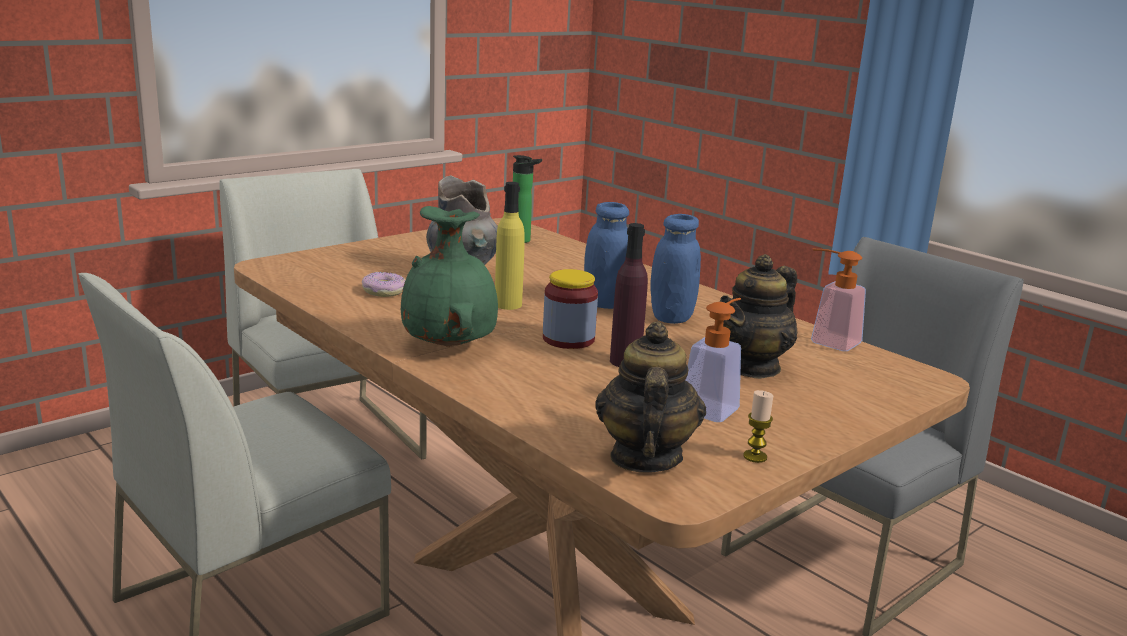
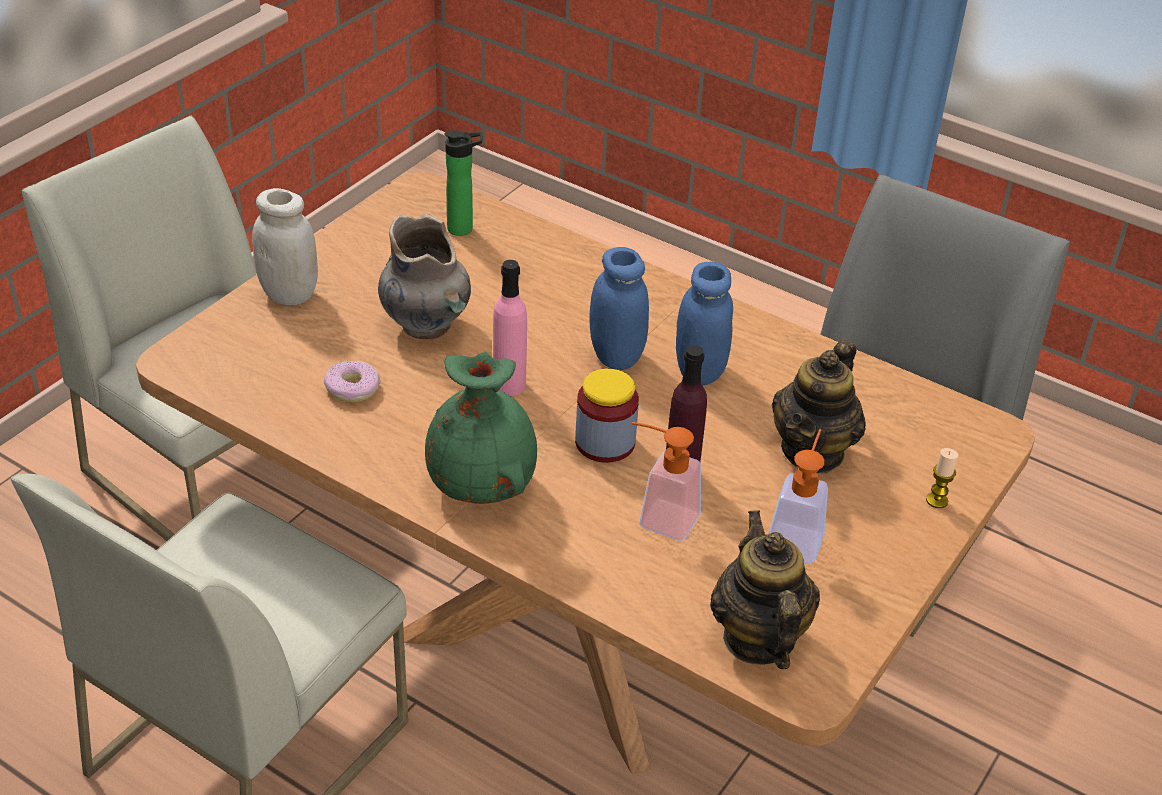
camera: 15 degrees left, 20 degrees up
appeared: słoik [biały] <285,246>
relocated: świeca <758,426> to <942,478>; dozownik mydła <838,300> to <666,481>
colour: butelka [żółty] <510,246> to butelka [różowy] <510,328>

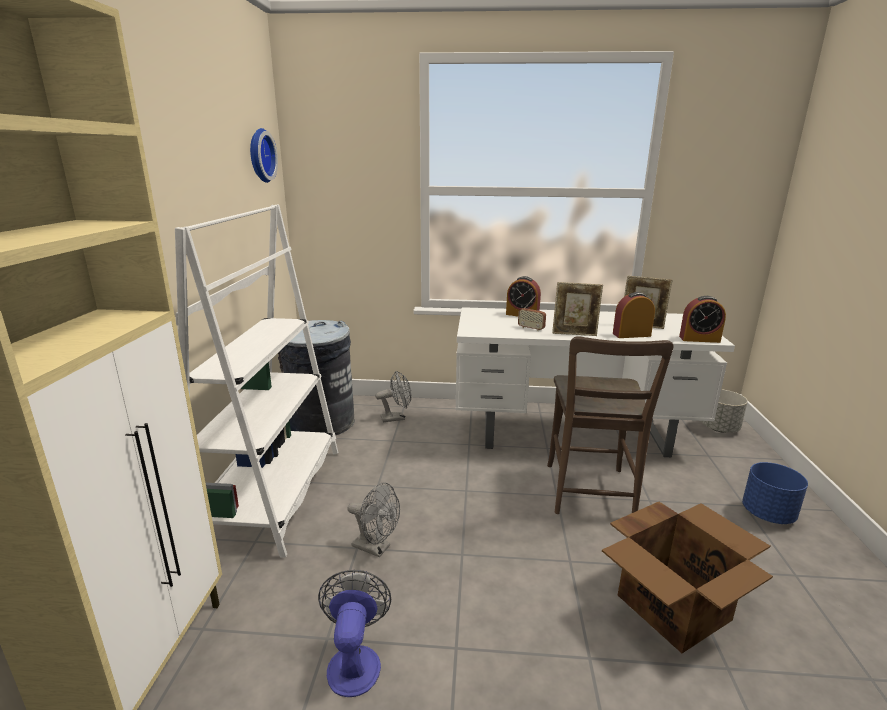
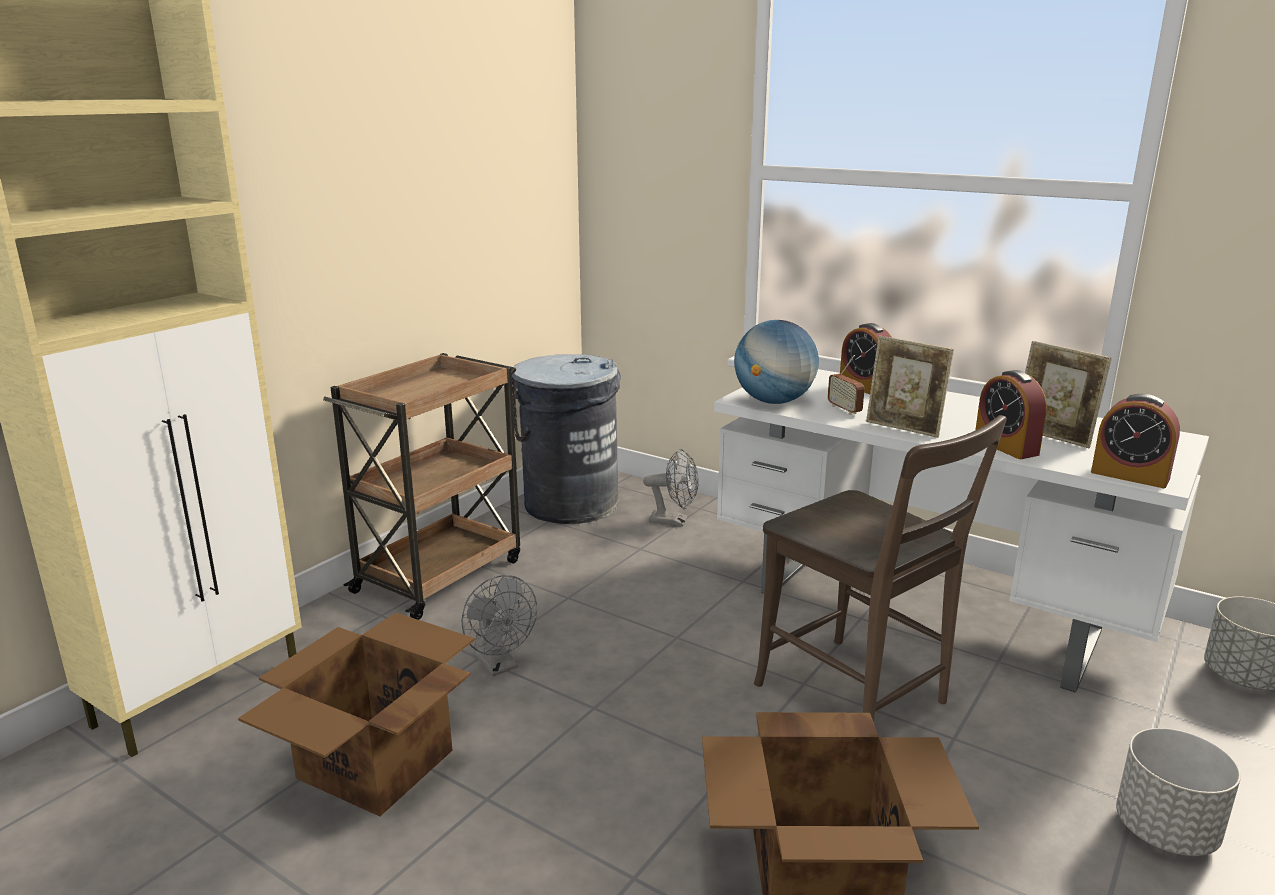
camera: 30 degrees right, 0 degrees up
missing: zegar ścienny <264,155>
appeared: globus <776,362>
exchanged: regał [biały] <256,381> to wózek [brązowy] <421,486>; wentylator <354,633> to karton <356,714>
colour: donica [niebieski] <775,493> to donica [szary] <1178,792>
spun: krzesło [brązowy] <610,425> = <880,568> 75 degrees counterclockwise; budzik <634,315> = <1011,414> 135 degrees counterclockwise

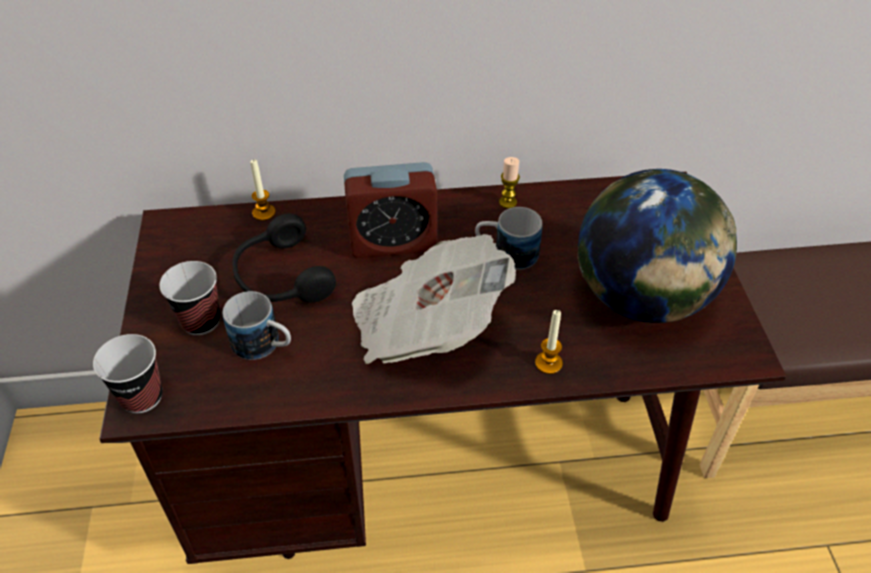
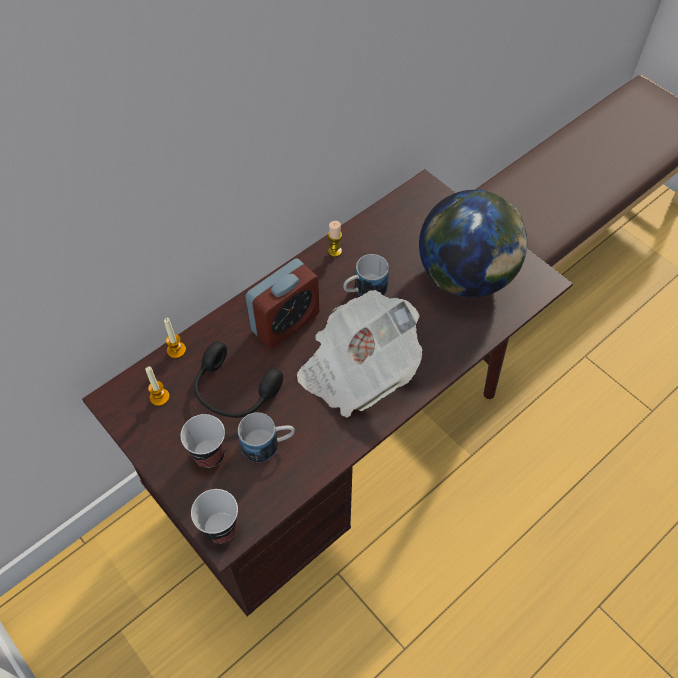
camera: 35 degrees left, 10 degrees up
relocated: świeca <549,342> to <158,386>

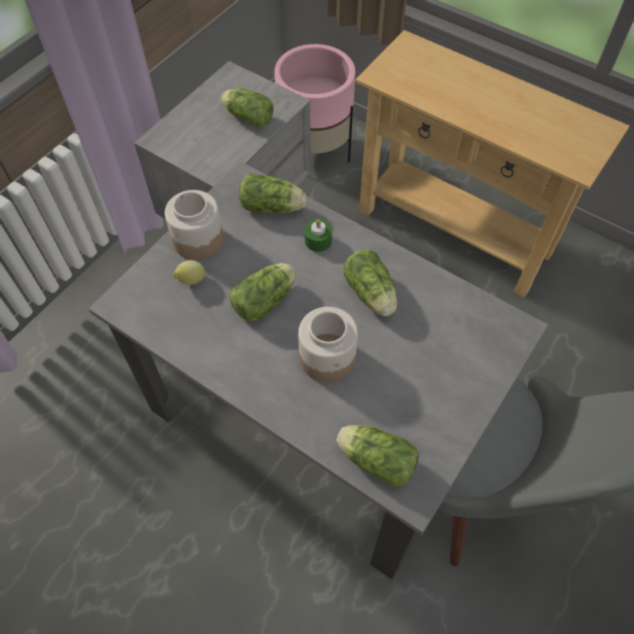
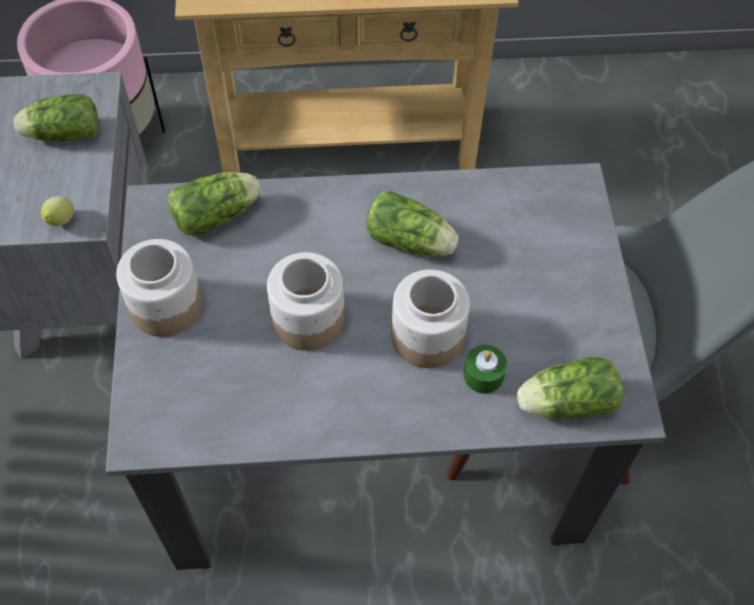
camera: 40 degrees left, 0 degrees up
relocated: cytryna <189,272> to <57,211>; świeca [zielony] <318,235> to <485,369>
exchanged: sałata <262,292> to słoik <305,301>

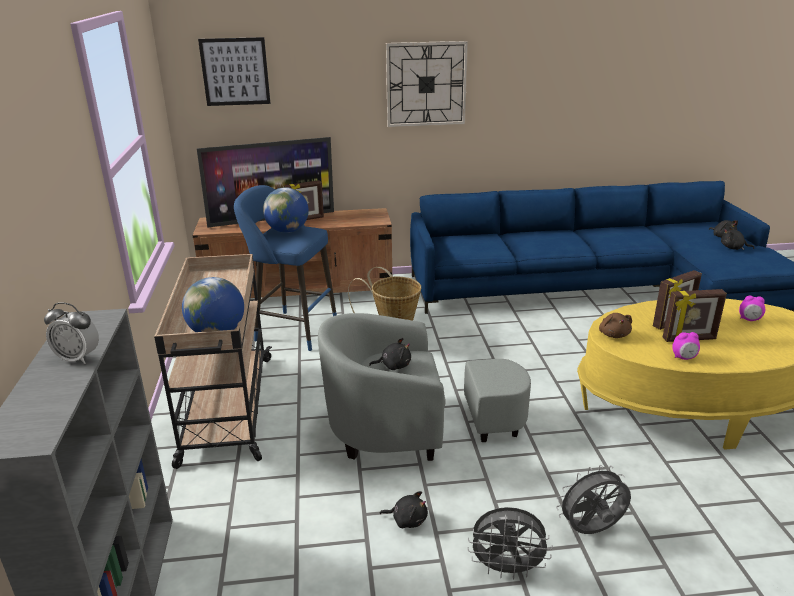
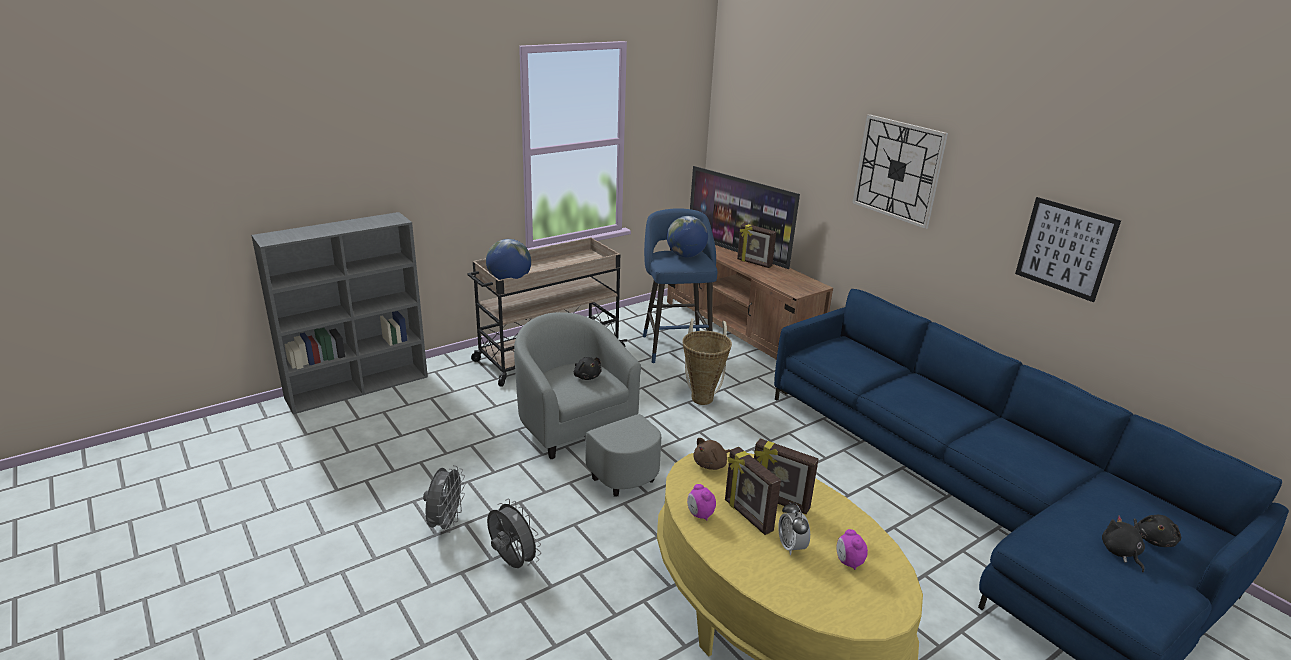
camera: 60 degrees right, 0 degrees up
missing: pluszak [czarny] <404,510>
relocated: budzik <71,333> to <794,528>; obraz <234,71> to <1068,249>
spun: wentylator [szary] <510,543> = <444,499> 150 degrees counterclockwise

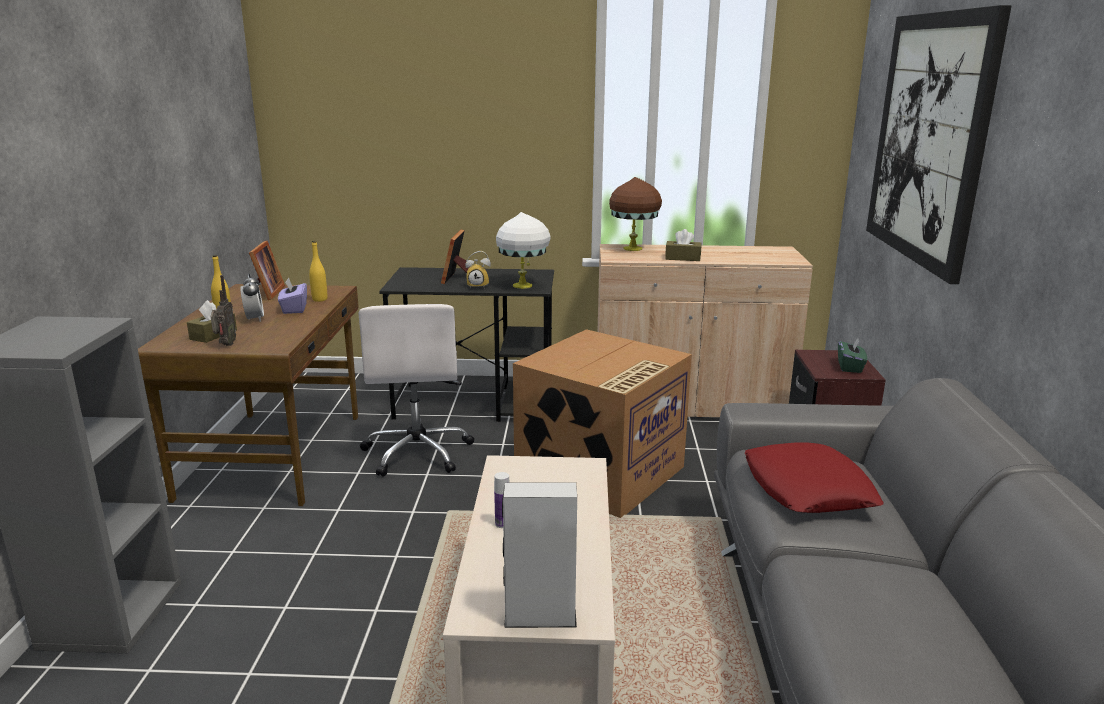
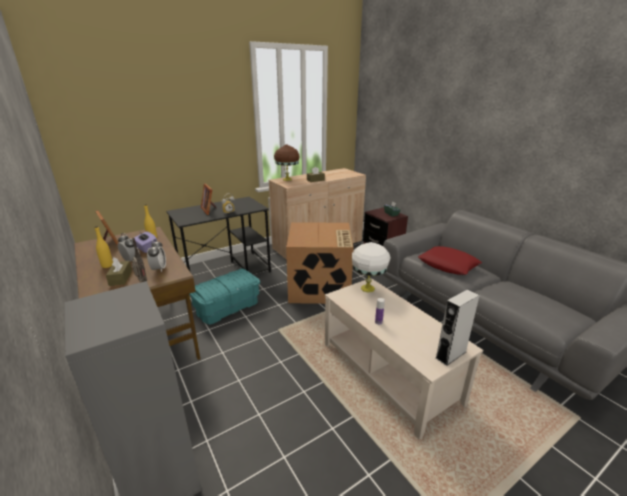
camera: 35 degrees left, 5 degrees up
missing: obraz <939,144>
appeared: budzik <156,255>
relocated: lampa stołowa [biały] <523,250> to <371,267>
exchanged: krzesło biurowe [biały] <416,390> to pojemnik do przechowywania [turkusowy] <224,296>

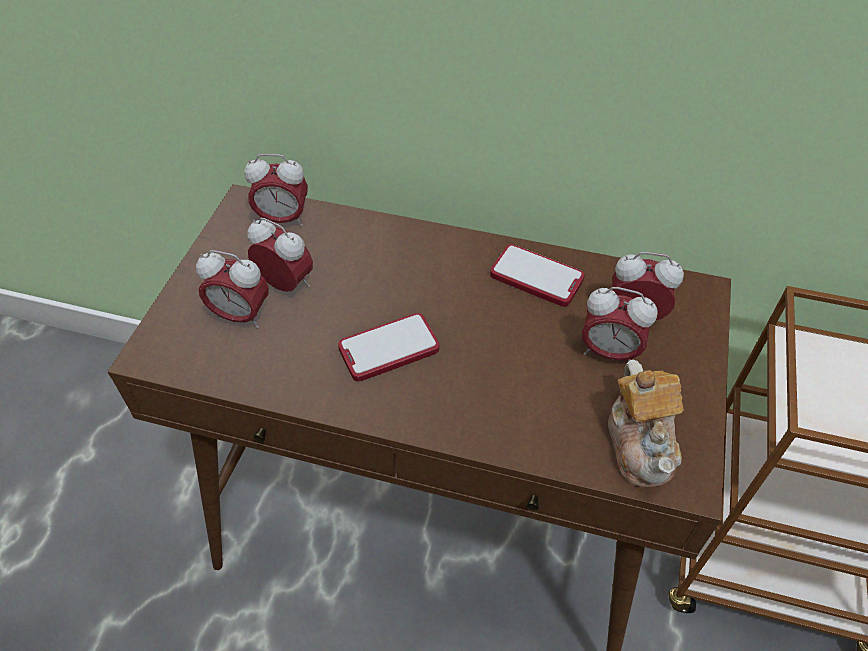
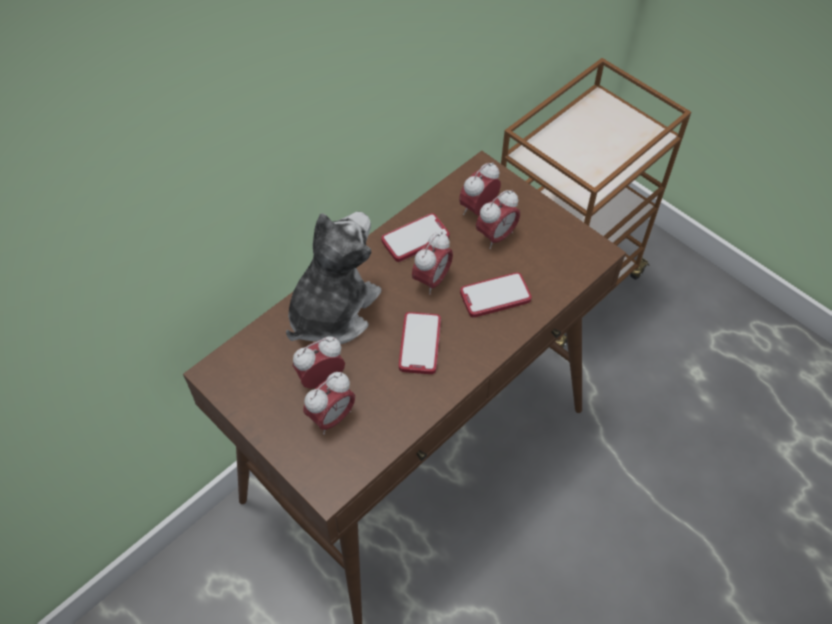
camera: 60 degrees left, 5 degrees up
missing: imbryk <646,423>
appeared: pluszak <334,278>; telefon <496,295>
relocated: budzik <276,190> to <432,263>

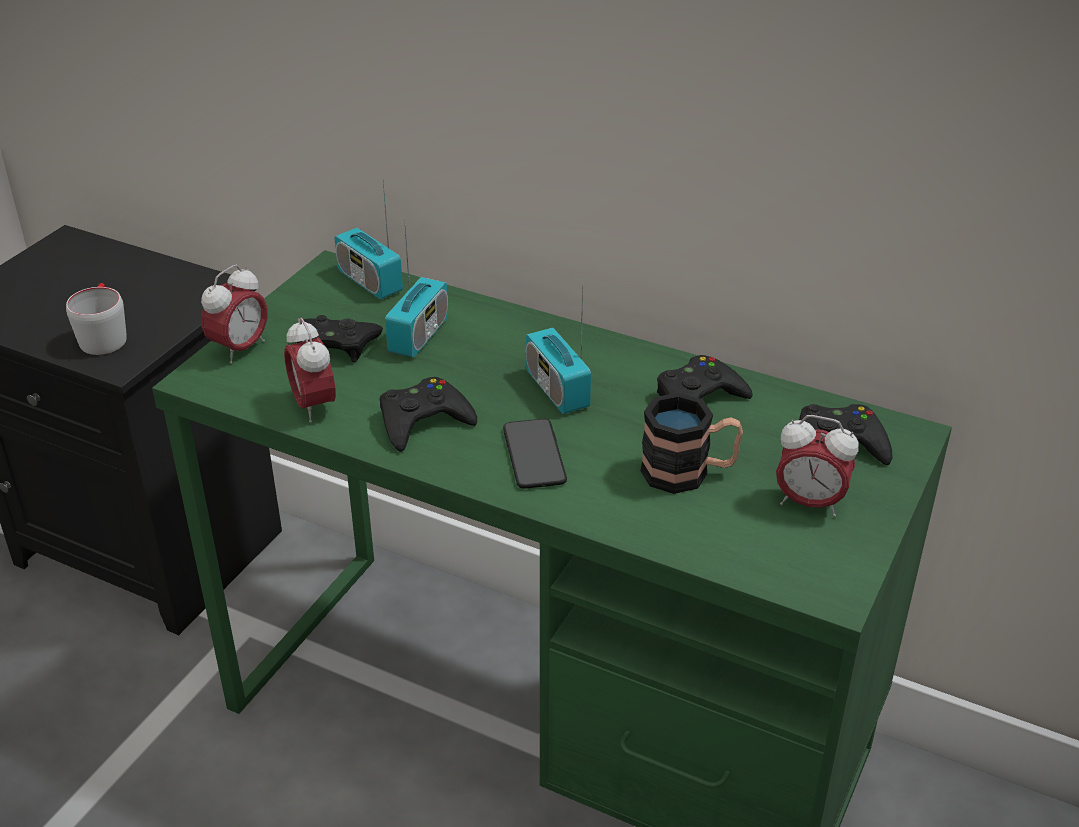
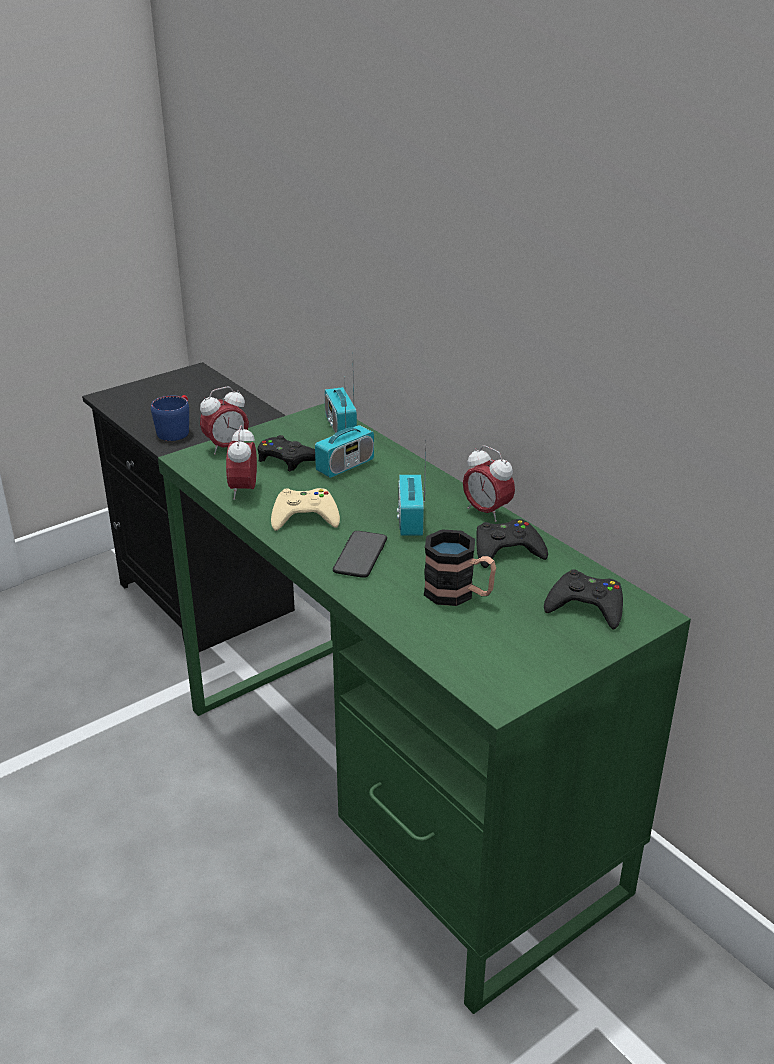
camera: 25 degrees right, 5 degrees down
relocated: budzik <817,466> to <489,484>
colour: kubek [szary] <96,319> to kubek [niebieski] <170,418>; pad do gier [czarny] <428,414> to pad do gier [beżowy] <305,509>

